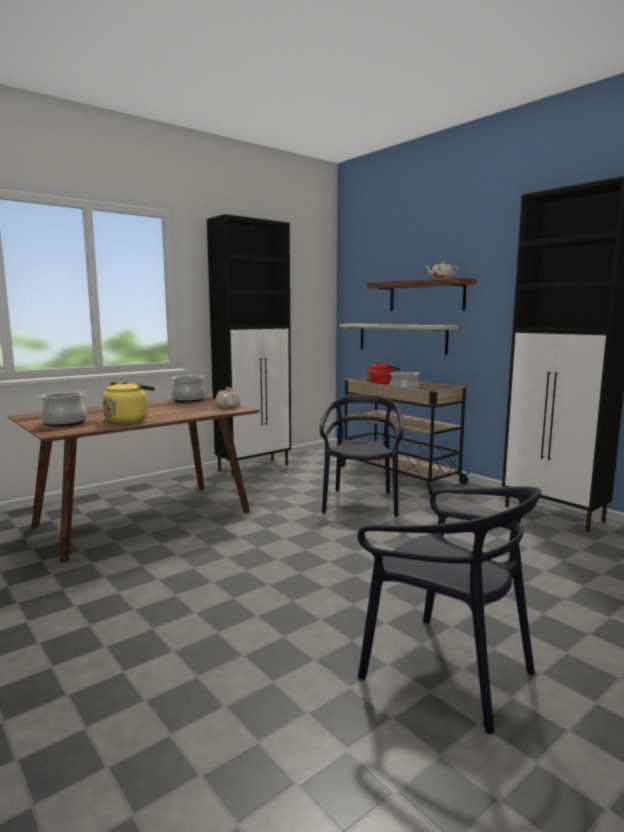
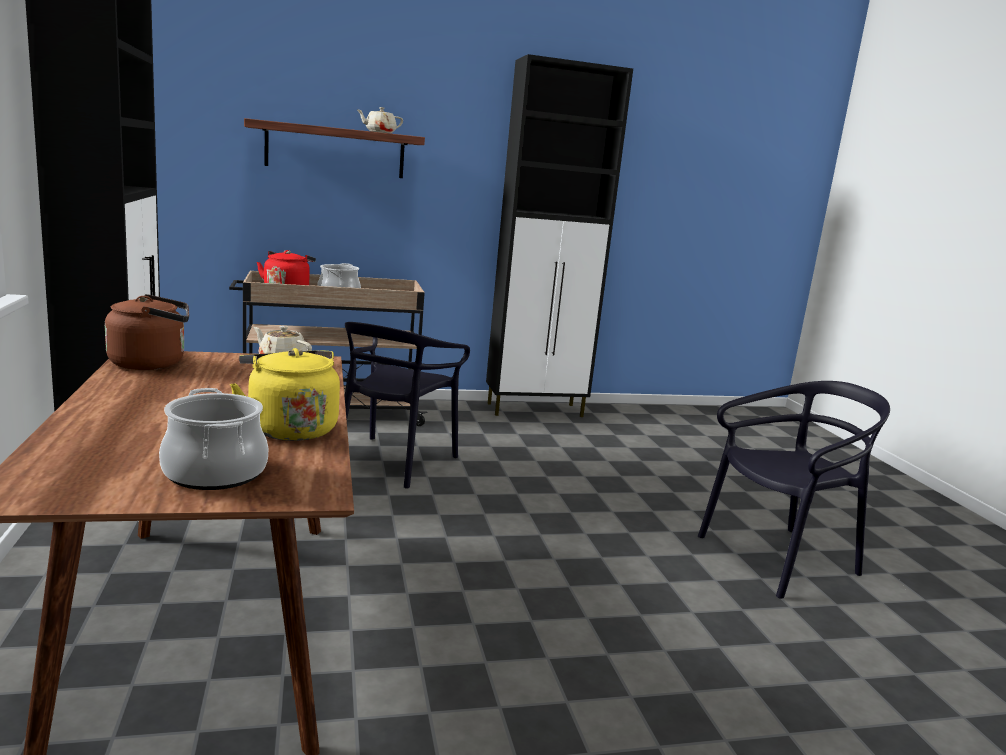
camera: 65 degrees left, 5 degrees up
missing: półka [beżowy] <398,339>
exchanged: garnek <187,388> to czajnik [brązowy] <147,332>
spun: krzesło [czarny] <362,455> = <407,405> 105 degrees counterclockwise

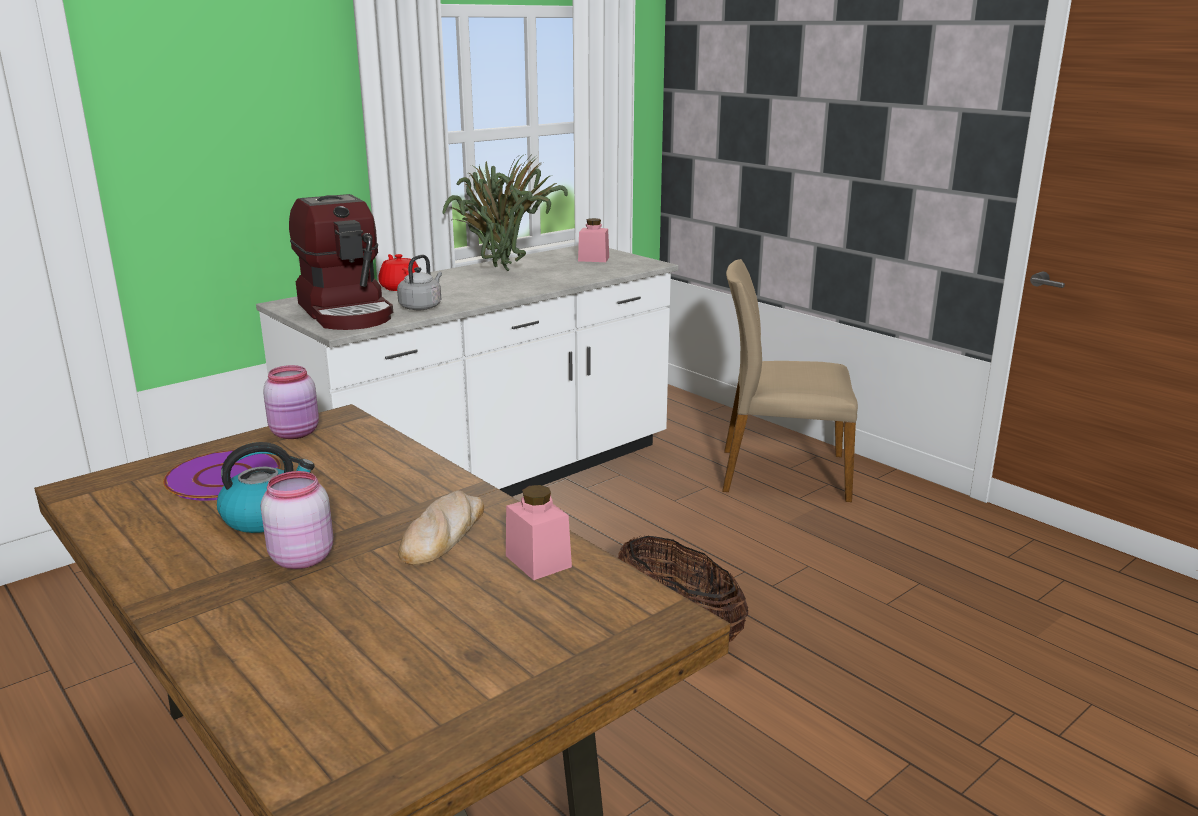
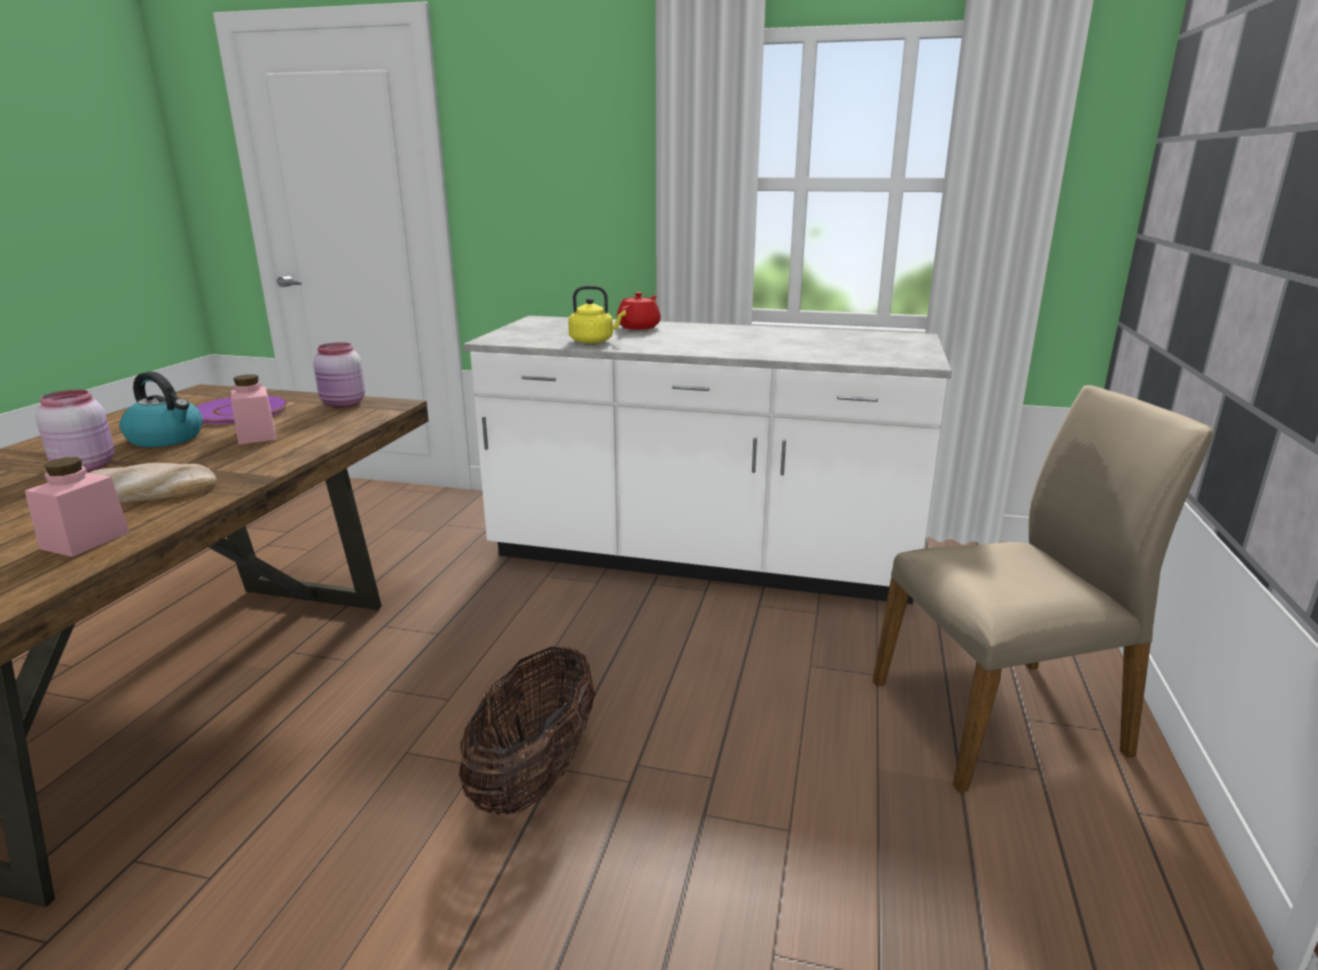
camera: 55 degrees right, 0 degrees up
missing: ekspres do kawy <341,262>; roślina doniczkowa <505,212>
relocated: słoik [różowy] <593,240> to <254,409>
colour: czajnik [szary] <419,282> to czajnik [żółty] <597,315>
spun: krzesło [beżowy] <790,380> = <1043,588> 105 degrees clockwise

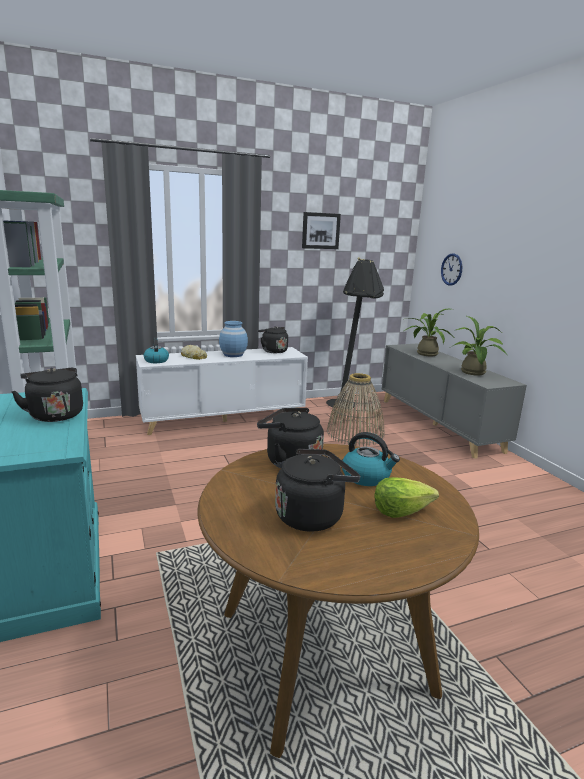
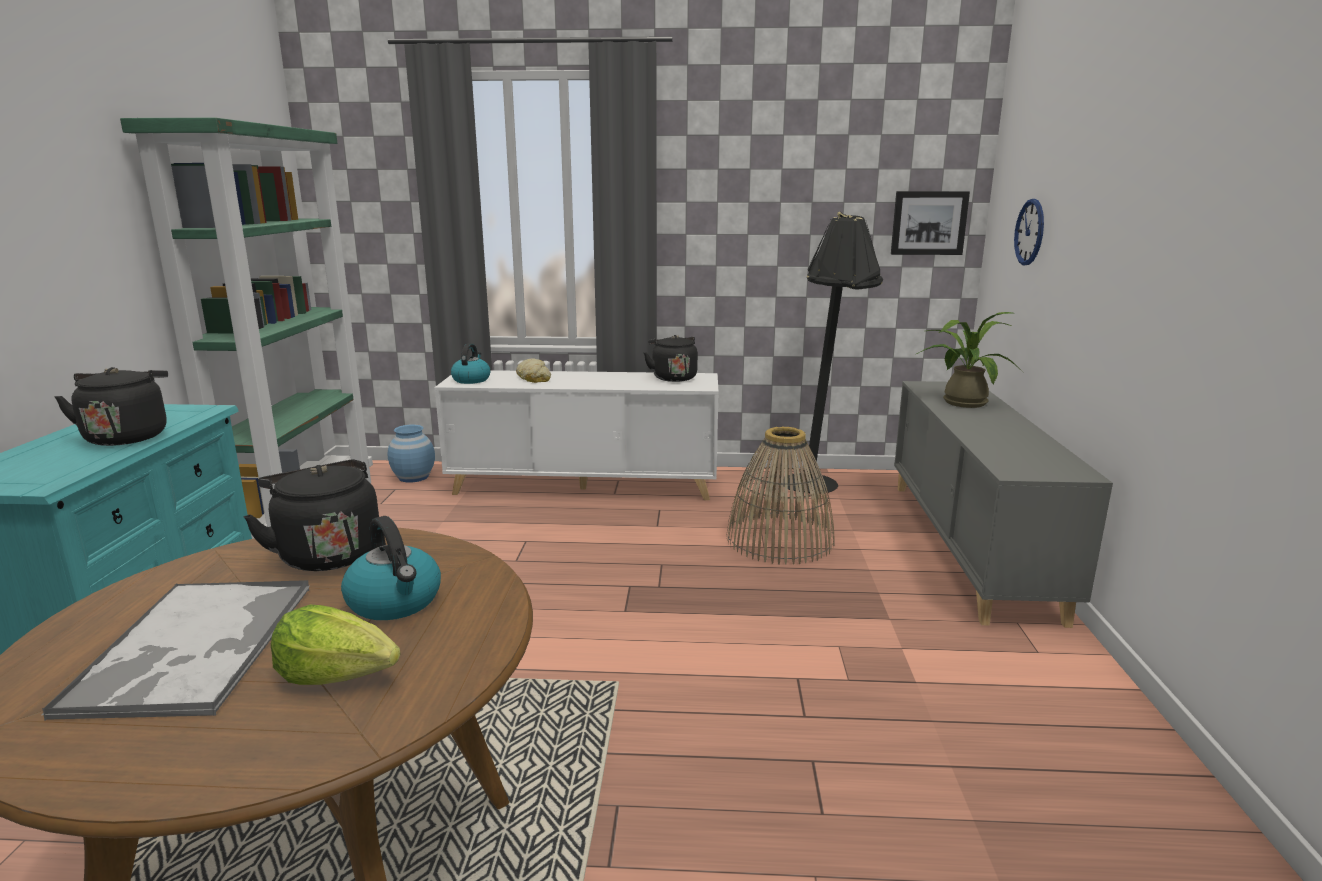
camera: 25 degrees right, 0 degrees up
missing: roślina doniczkowa <478,346>
relocated: wazon [niebieski] <233,339> to <411,453>; obraz <321,230> to <930,223>
exchanged: czajnik [czarny] <317,490> to taca <175,650>

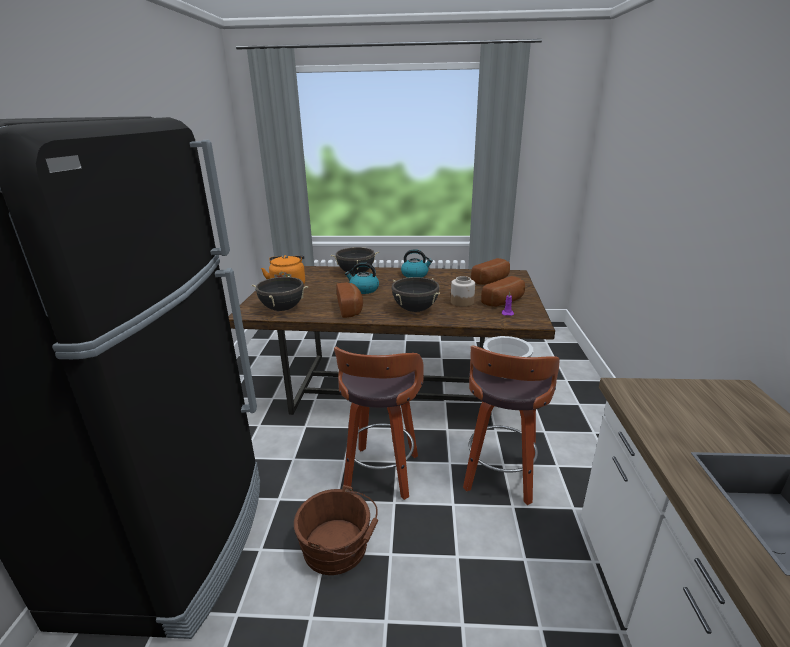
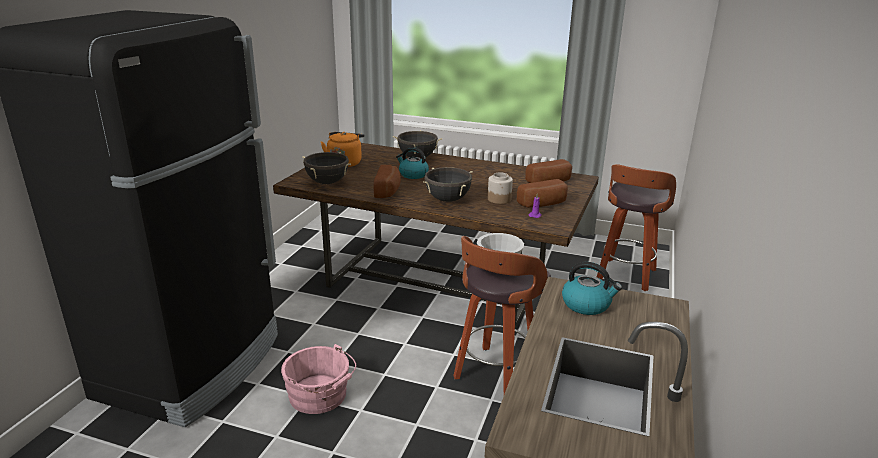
camera: 15 degrees right, 0 degrees up
relocated: stołek <379,423> to <636,227>; czajnik <417,263> to <592,288>
colour: wiadro [brązowy] <336,530> to wiadro [różowy] <318,379>

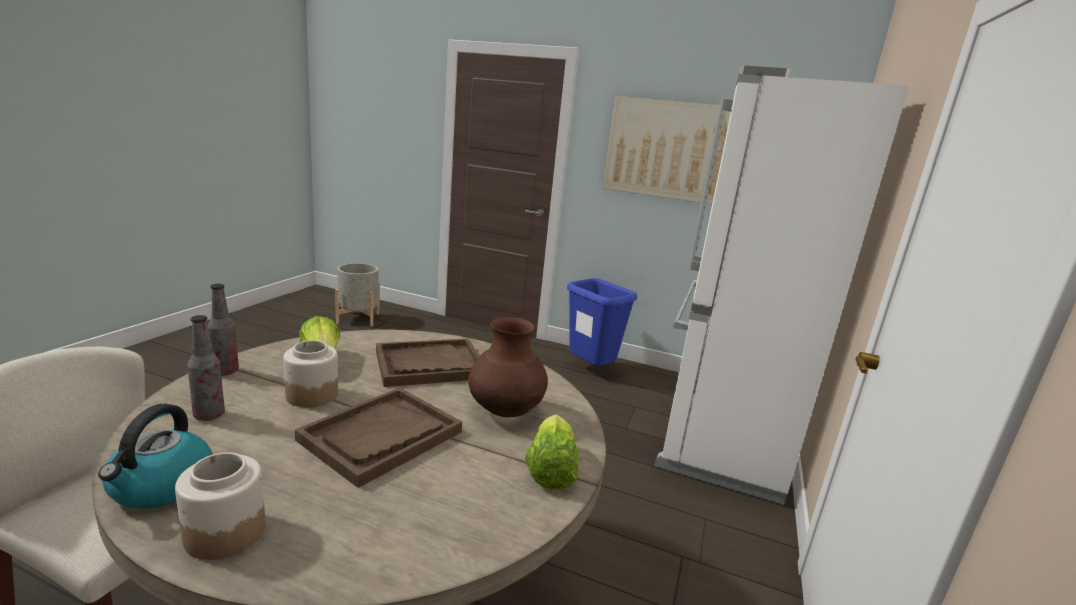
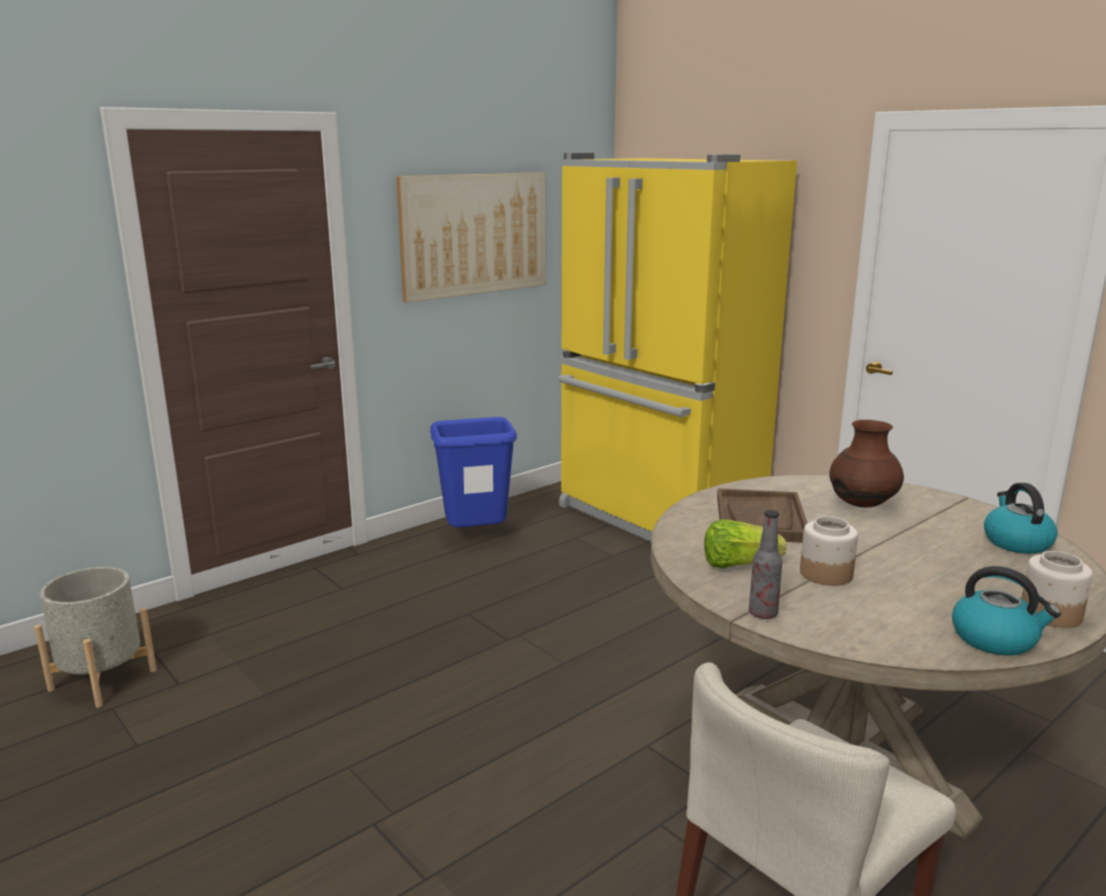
camera: 60 degrees left, 0 degrees up
missing: butelka <206,368>; taca [brązowy] <378,438>; sałata <552,452>
appeared: czajnik <1021,518>
colour: lodówka [biały] <782,285> to lodówka [żółty] <678,347>

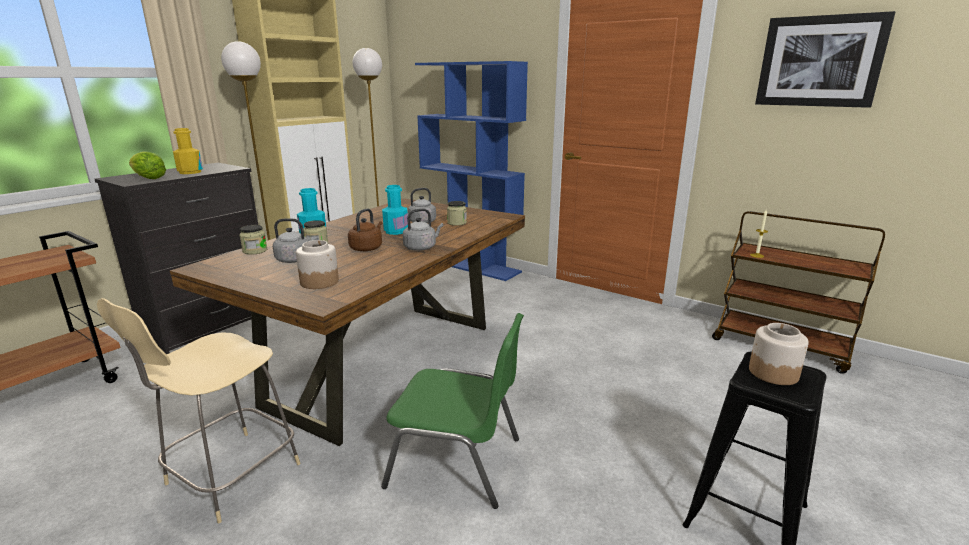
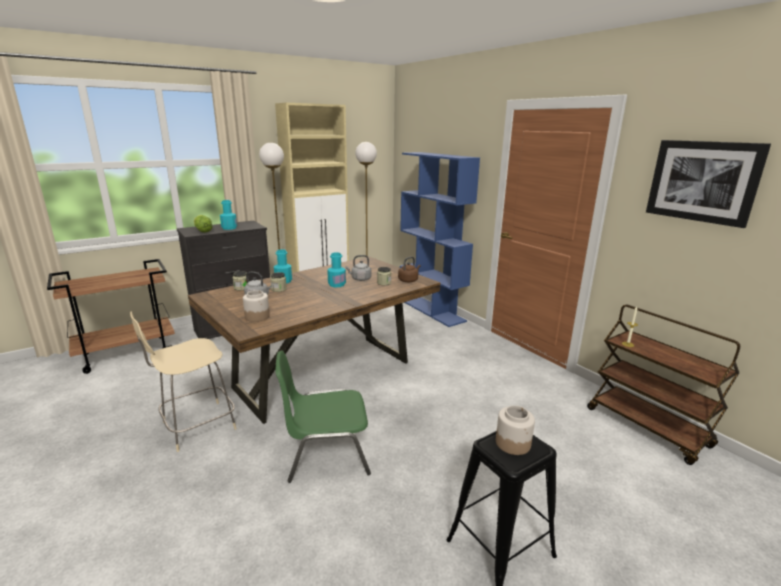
camera: 20 degrees right, 0 degrees up
missing: czajnik [szary] <423,230>
relocated: czajnik [brązowy] <365,229> to <409,269>
colour: butelka [żółty] <188,151> to butelka [turkusowy] <228,215>
spun: krzesło [zielony] <452,411> = <323,416> 135 degrees clockwise

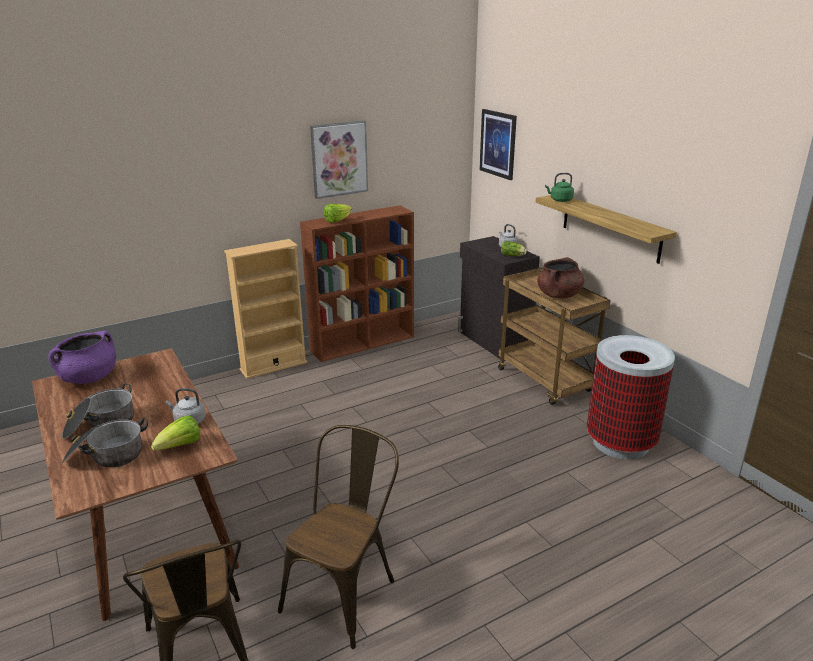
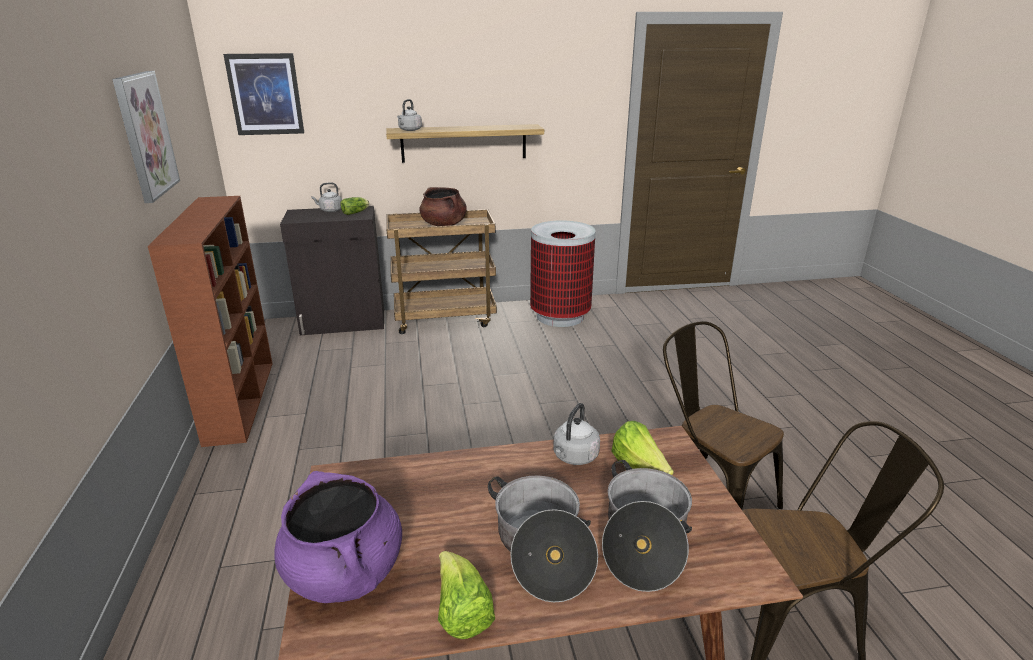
camera: 70 degrees left, 0 degrees up
missing: regał [beżowy] <265,309>
relocated: sałata <338,213> to <466,595>
colour: czajnik [zielony] <559,187> to czajnik [szary] <409,115>

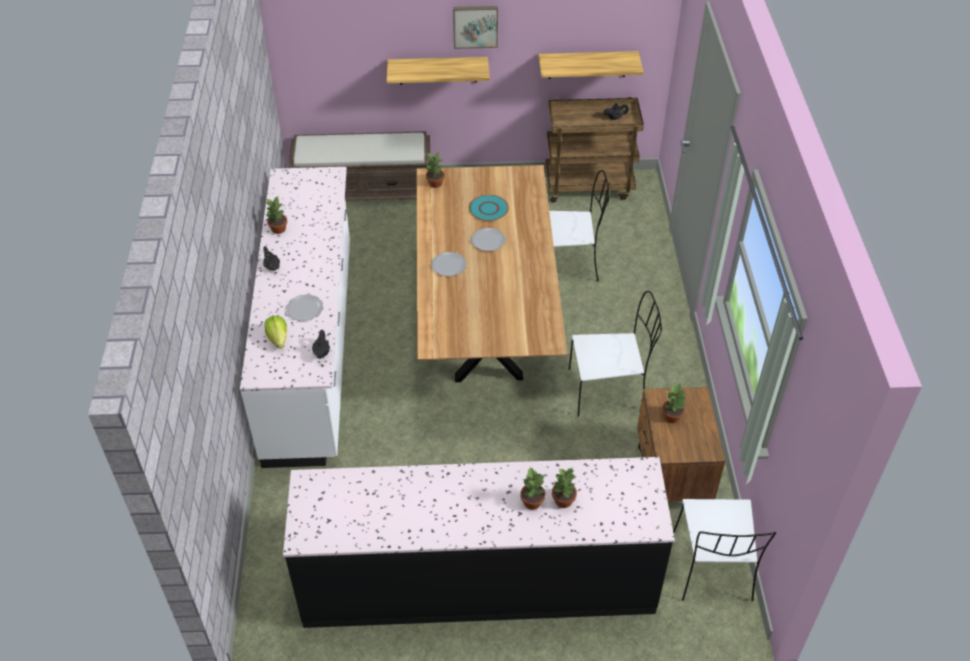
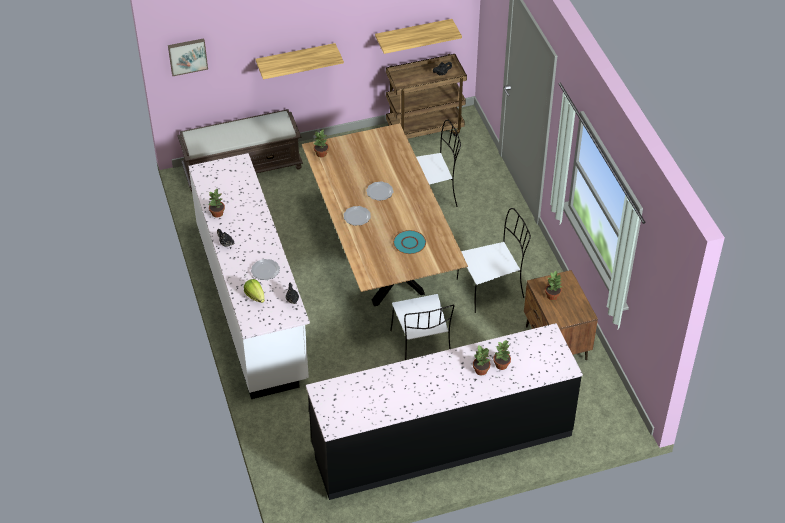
camera: 15 degrees left, 0 degrees up
relocated: obraz <475,27> to <188,57>; talerz [turkusowy] <489,208> to <409,242>; krzesło [biały] <724,550> to <422,327>

